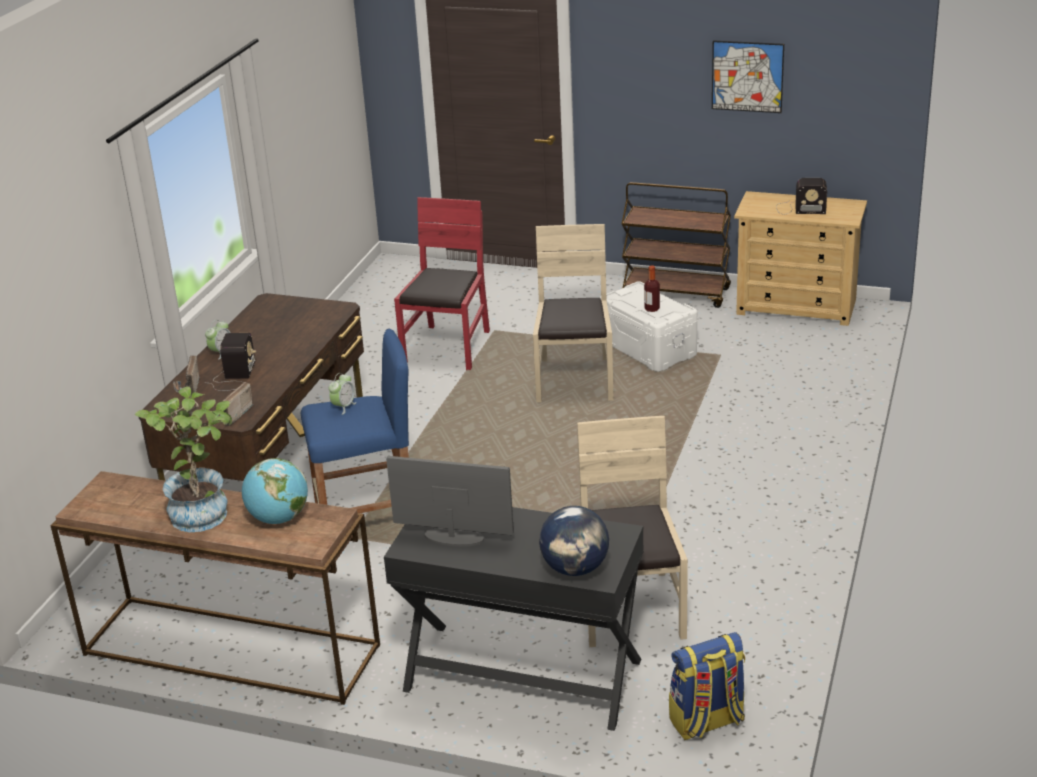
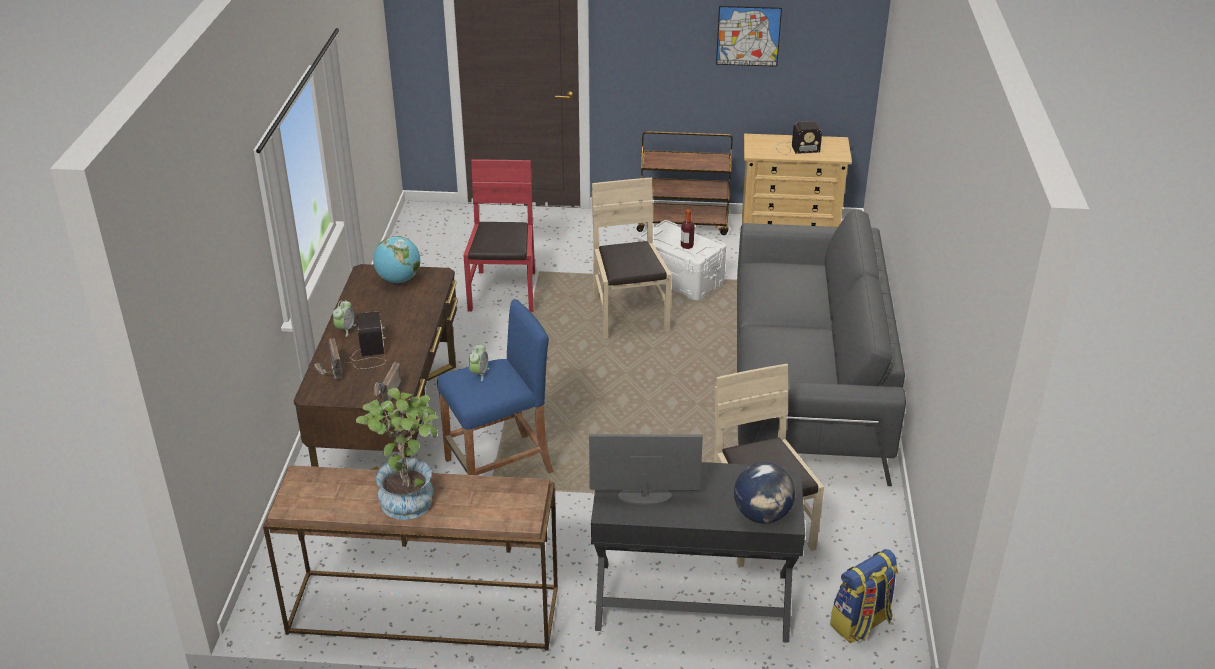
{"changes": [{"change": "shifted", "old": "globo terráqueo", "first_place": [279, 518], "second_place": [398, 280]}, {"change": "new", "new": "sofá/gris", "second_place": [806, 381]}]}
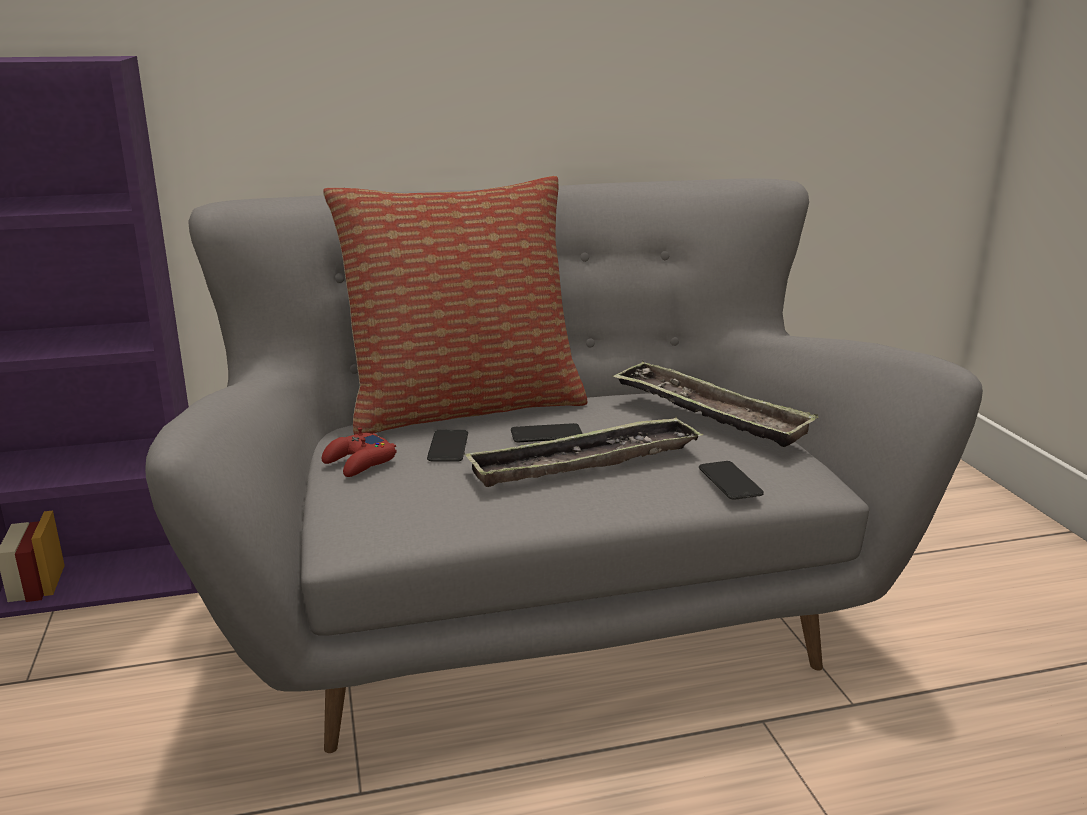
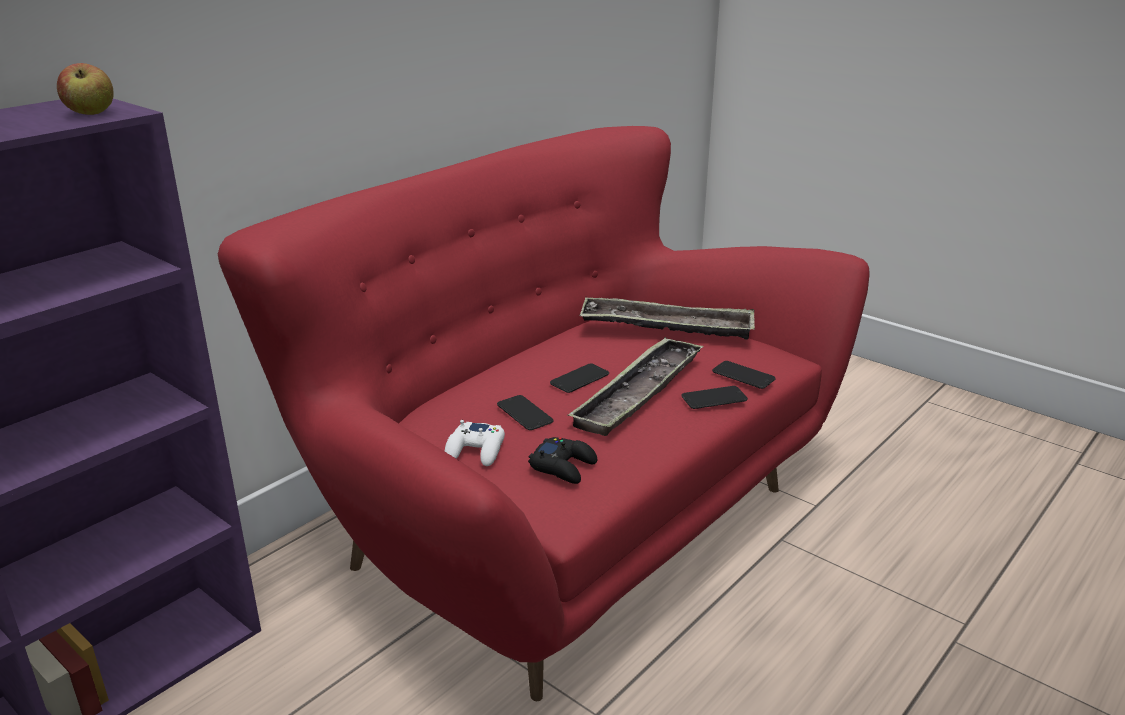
{"changes": [{"change": "new", "new": "manzana", "second_place": [90, 113]}, {"change": "repainted", "old": "sofá/gris", "new": "sofá/rojo", "first_place": [544, 607], "second_place": [564, 521]}, {"change": "repainted", "old": "mando de consola/rojo", "new": "mando de consola/blanco", "first_place": [359, 462], "second_place": [476, 450]}, {"change": "new", "new": "mando de consola/negro", "second_place": [563, 466]}, {"change": "new", "new": "móvil", "second_place": [714, 398]}, {"change": "gone", "old": "cojín", "first_place": [464, 406]}]}
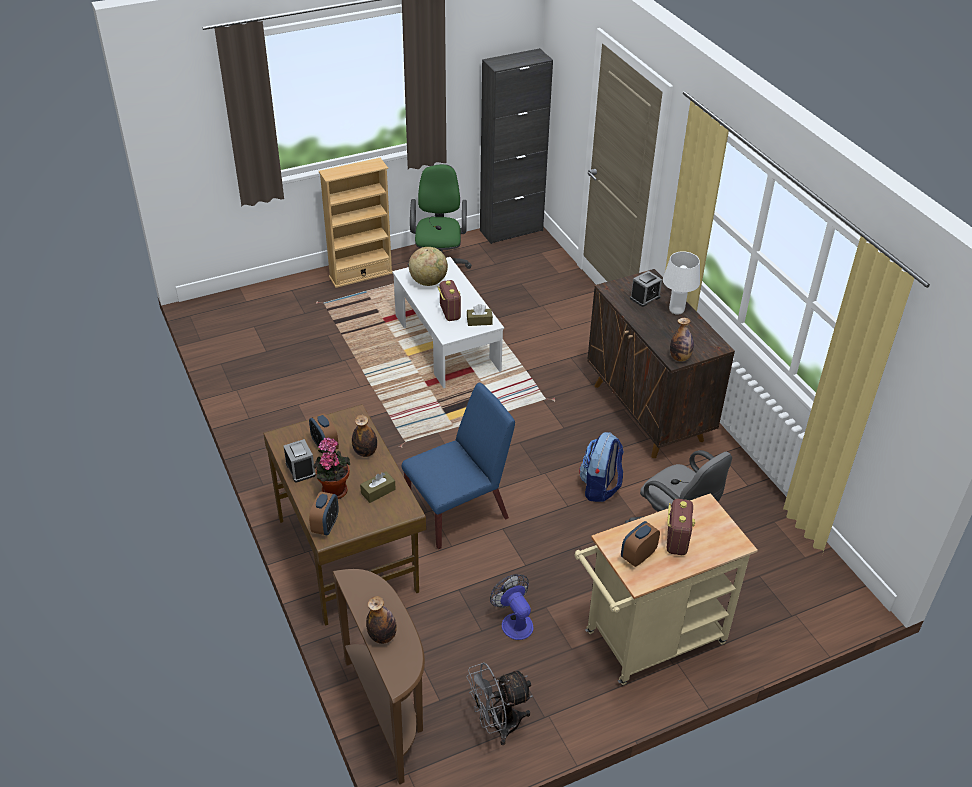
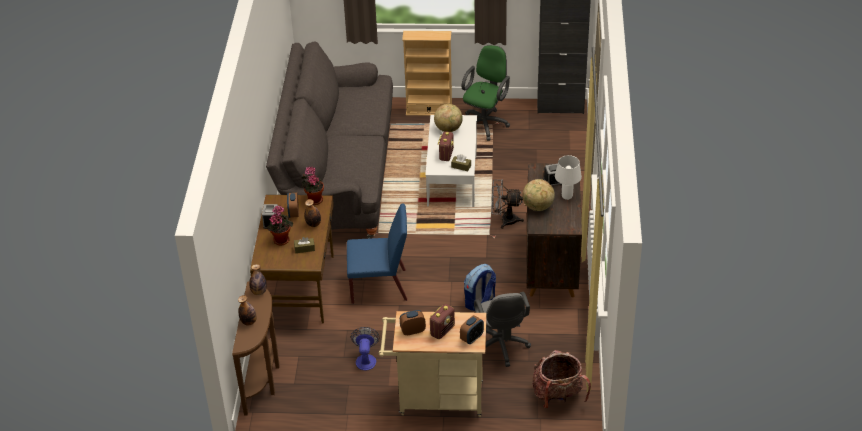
{"changes": [{"change": "shifted", "old": "botella", "first_place": [680, 358], "second_place": [259, 292]}, {"change": "new", "new": "sofá/gris", "second_place": [338, 175]}, {"change": "new", "new": "planta en maceta", "second_place": [314, 199]}, {"change": "shifted", "old": "despertador", "first_place": [325, 526], "second_place": [472, 338]}, {"change": "shifted", "old": "ventilador/gris", "first_place": [498, 725], "second_place": [504, 220]}, {"change": "new", "new": "globo terráqueo", "second_place": [538, 207]}, {"change": "new", "new": "mochila", "second_place": [558, 396]}]}
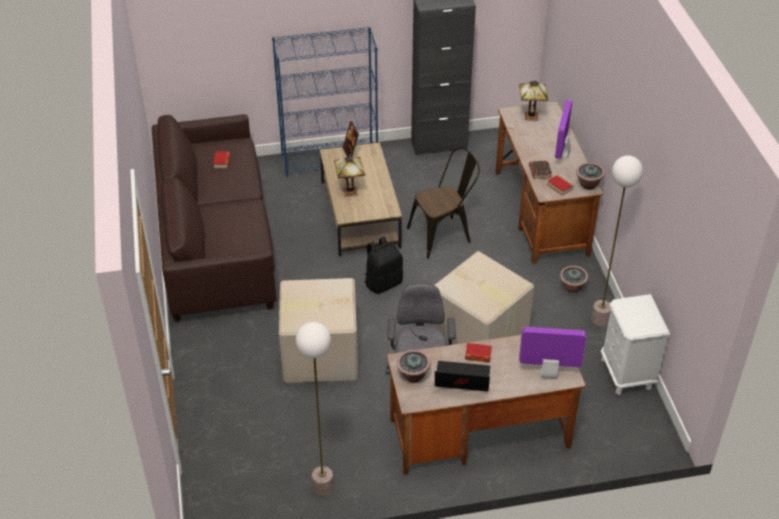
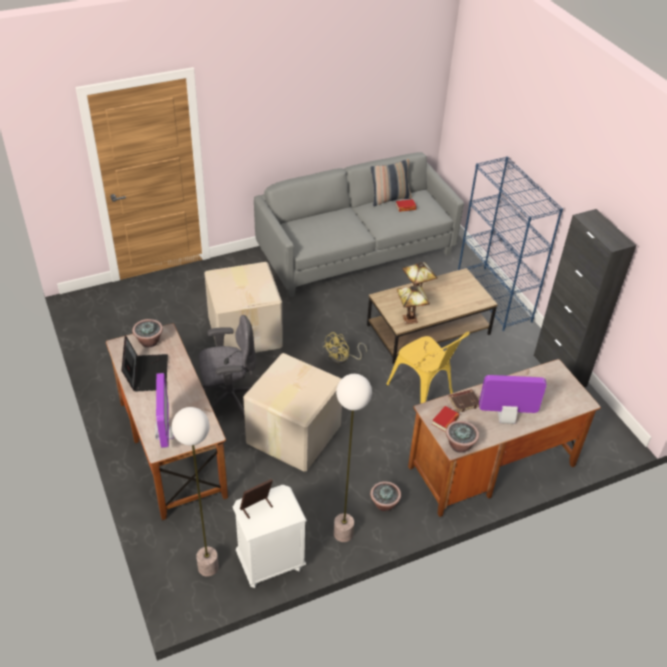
{"changes": [{"change": "shifted", "old": "lámpara de pie", "first_place": [323, 488], "second_place": [208, 567]}, {"change": "shifted", "old": "portarretratos", "first_place": [351, 153], "second_place": [256, 507]}, {"change": "repainted", "old": "sofá/marrón", "new": "sofá/gris", "first_place": [216, 242], "second_place": [356, 252]}, {"change": "swapped", "old": "mochila/negro", "new": "ventilador/amarillo", "first_place": [383, 283], "second_place": [342, 358]}, {"change": "new", "new": "cojín", "second_place": [389, 199]}, {"change": "repainted", "old": "silla/marrón", "new": "silla/amarillo", "first_place": [444, 234], "second_place": [424, 392]}, {"change": "shifted", "old": "lámpara de mesa", "first_place": [530, 117], "second_place": [409, 318]}, {"change": "gone", "old": "libro", "first_place": [478, 355]}]}
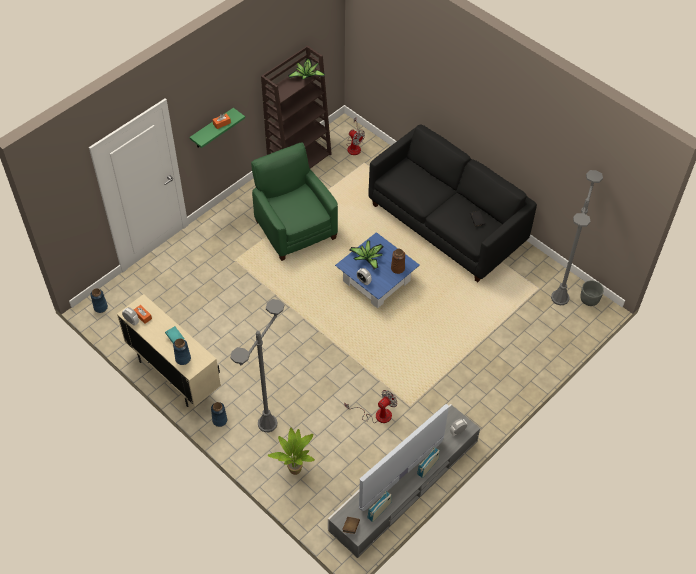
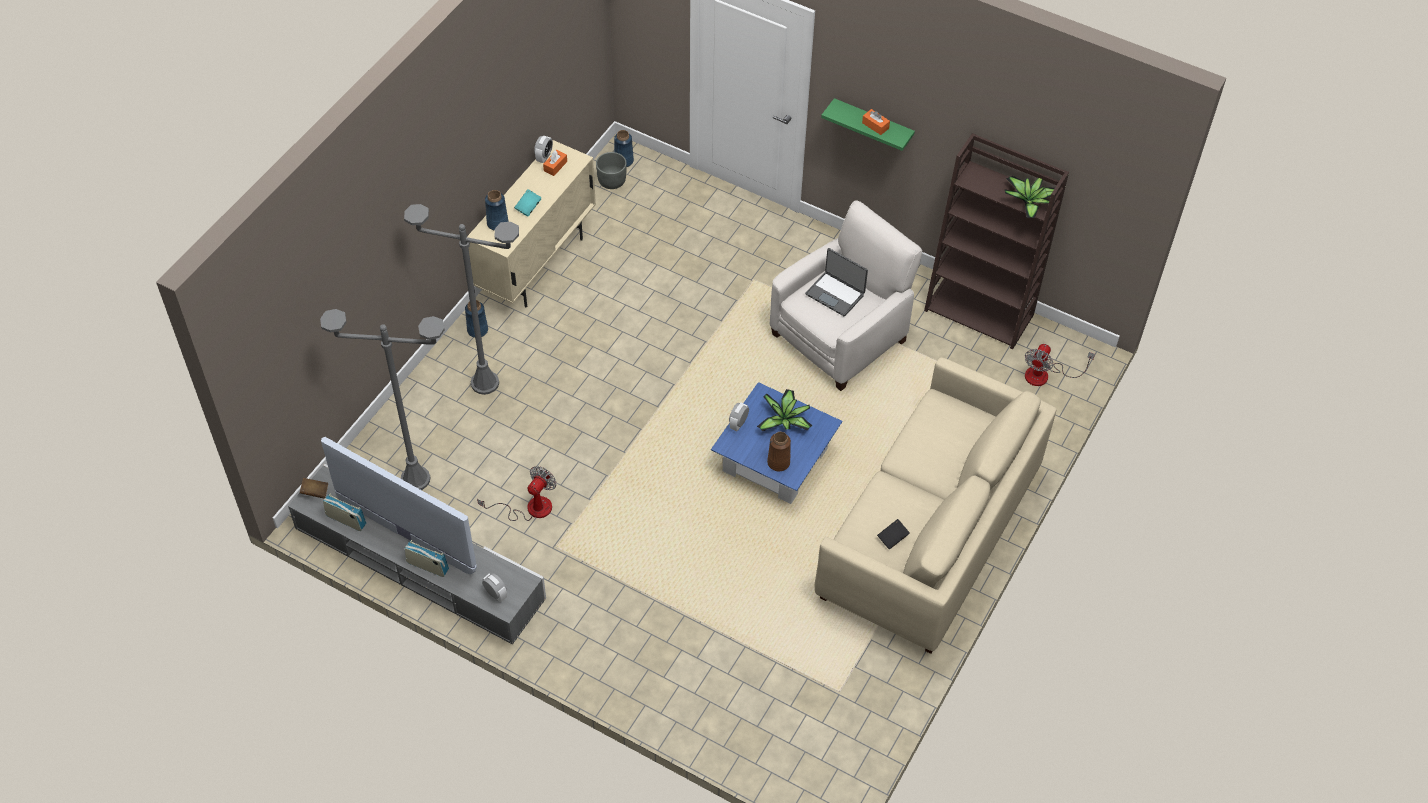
{"changes": [{"change": "shifted", "old": "lámpara de pie/gris", "first_place": [560, 297], "second_place": [415, 479]}, {"change": "rotated", "old": "ventilador", "first_place": [377, 415], "second_place": [530, 508], "degrees": -90}, {"change": "shifted", "old": "maceta/gris", "first_place": [589, 299], "second_place": [611, 181]}, {"change": "repainted", "old": "sillón/verde", "new": "sillón/blanco", "first_place": [295, 228], "second_place": [840, 336]}, {"change": "new", "new": "portátil", "second_place": [835, 294]}, {"change": "repainted", "old": "sofá/negro", "new": "sofá/beis", "first_place": [447, 224], "second_place": [929, 534]}, {"change": "gone", "old": "planta en maceta", "first_place": [295, 468]}]}
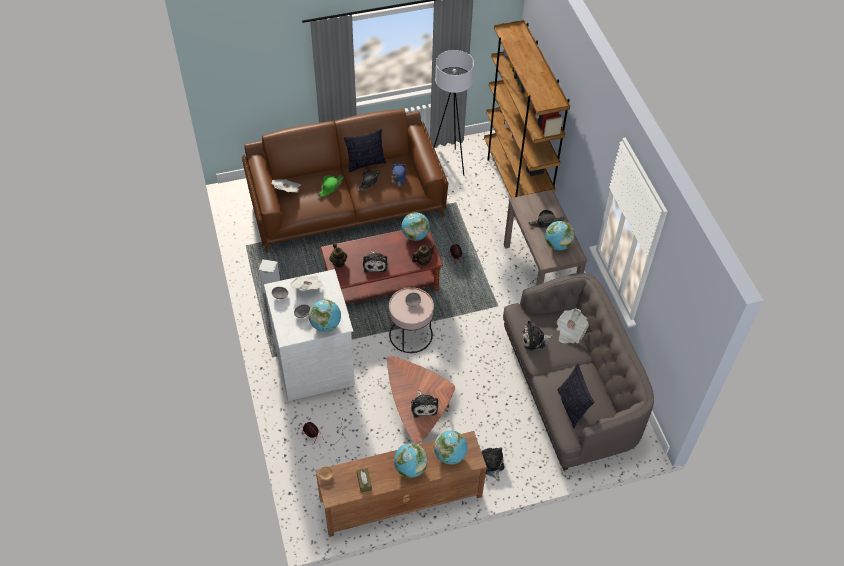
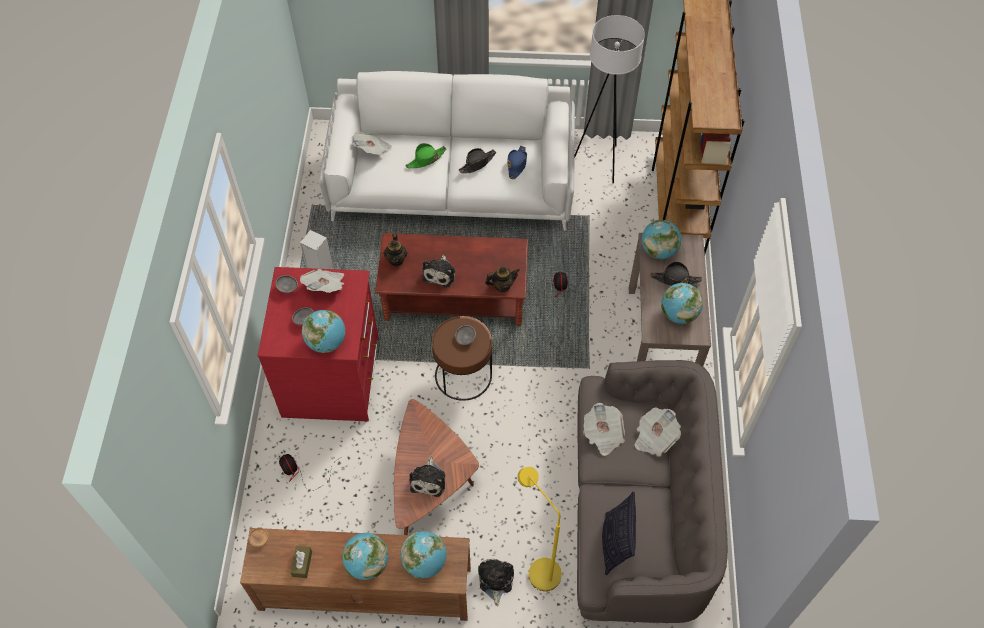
{"changes": [{"change": "repainted", "old": "cómoda/blanco", "new": "cómoda/rojo", "first_place": [315, 362], "second_place": [333, 377]}, {"change": "repainted", "old": "sofá/marrón", "new": "sofá/blanco", "first_place": [347, 204], "second_place": [453, 183]}, {"change": "repainted", "old": "mesa auxiliar/rosa", "new": "mesa auxiliar/marrón", "first_place": [410, 335], "second_place": [463, 375]}, {"change": "new", "new": "lámpara de pie/amarillo", "second_place": [539, 567]}, {"change": "swapped", "old": "peluche", "new": "periódico", "first_place": [534, 340], "second_place": [603, 434]}, {"change": "shifted", "old": "globo terráqueo", "first_place": [415, 235], "second_place": [658, 251]}, {"change": "gone", "old": "cojín", "first_place": [366, 164]}]}
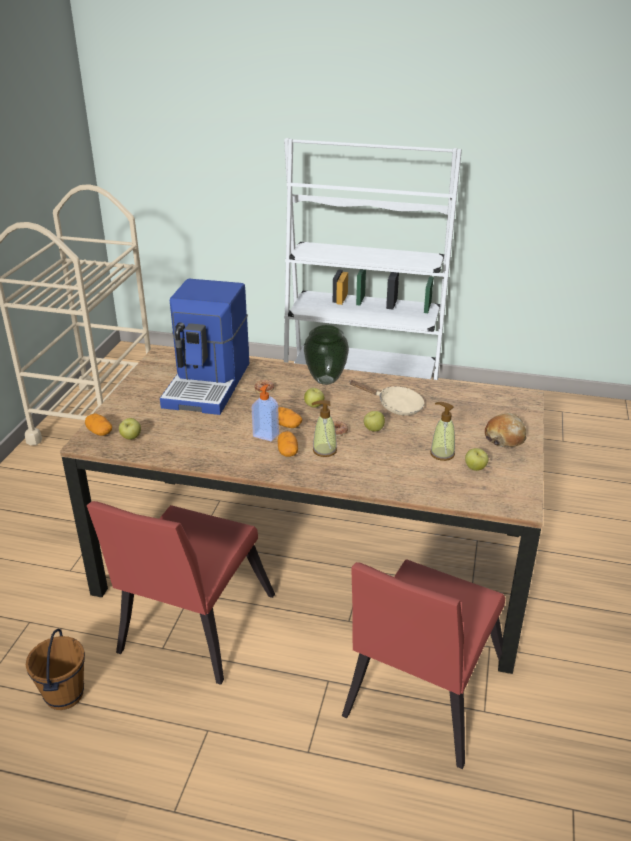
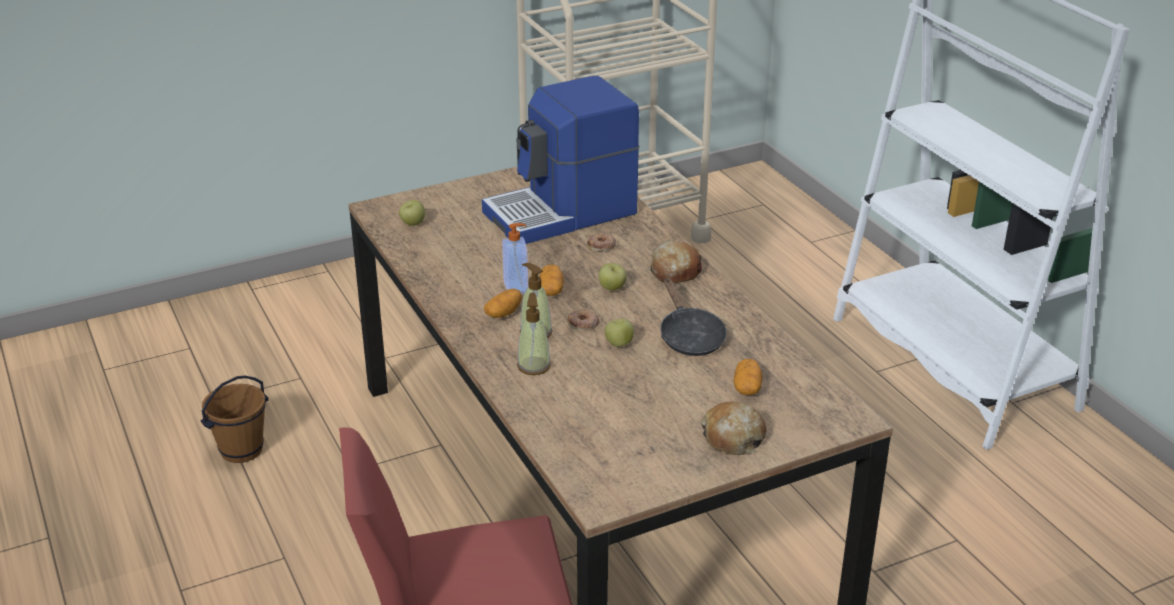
{"changes": [{"change": "shifted", "old": "dispensador de jabón", "first_place": [442, 454], "second_place": [534, 366]}, {"change": "swapped", "old": "florero", "new": "pan", "first_place": [325, 380], "second_place": [674, 271]}, {"change": "repainted", "old": "sartén/beis", "new": "sartén/negro", "first_place": [395, 406], "second_place": [689, 336]}, {"change": "shifted", "old": "patata", "first_place": [99, 432], "second_place": [747, 387]}, {"change": "gone", "old": "silla/rojo", "first_place": [191, 629]}, {"change": "gone", "old": "manzana", "first_place": [475, 468]}]}
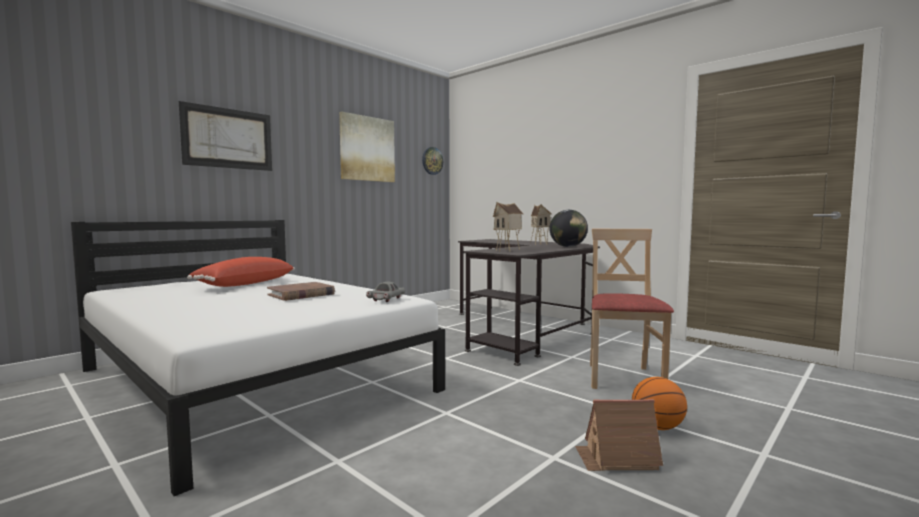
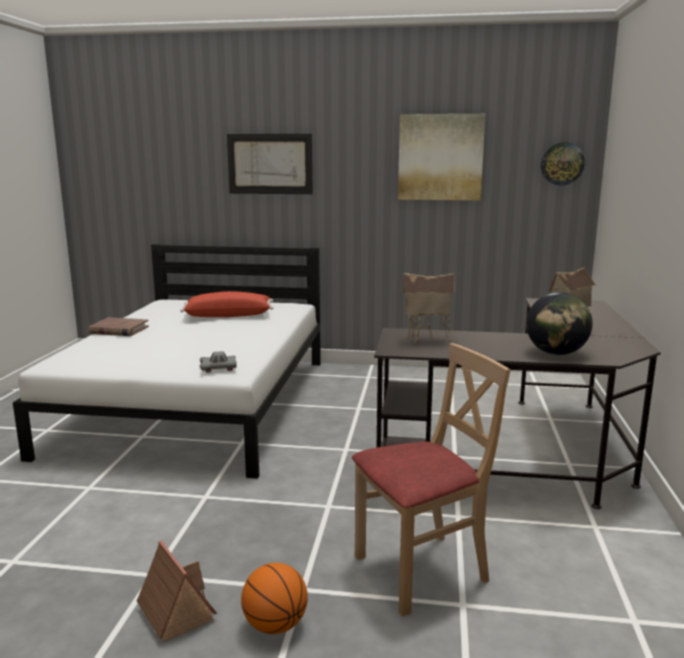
{"changes": [{"change": "shifted", "old": "libro/marrón", "first_place": [301, 294], "second_place": [119, 330]}]}
